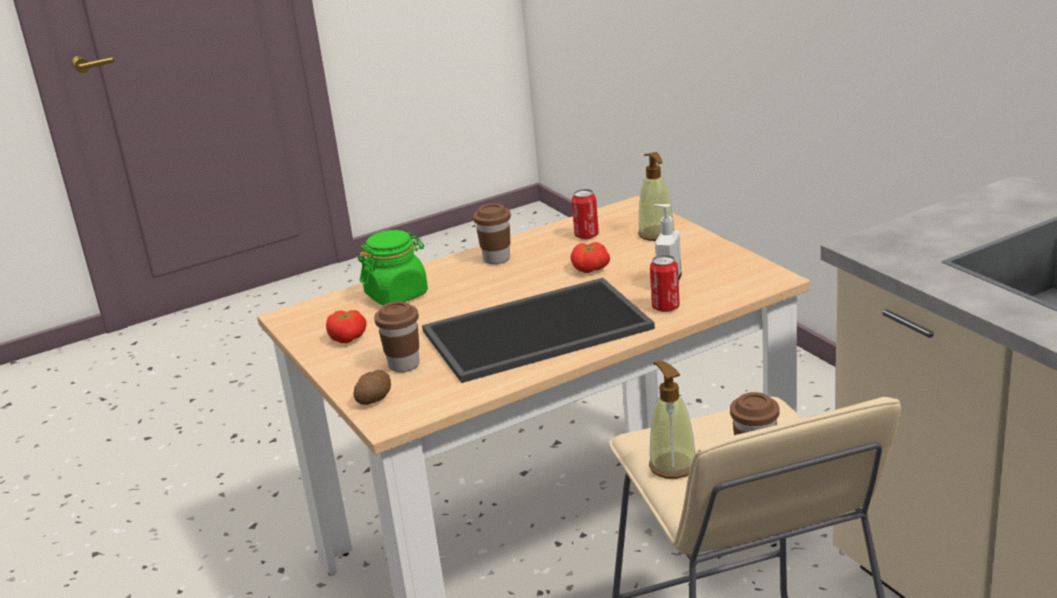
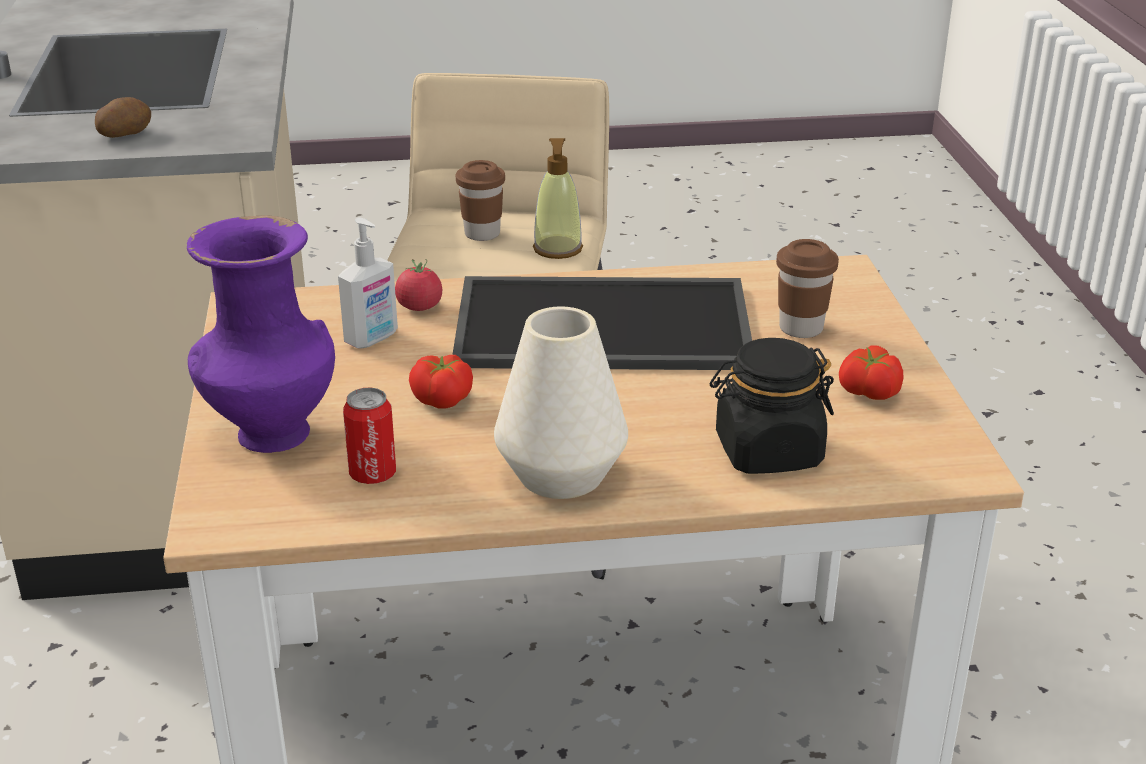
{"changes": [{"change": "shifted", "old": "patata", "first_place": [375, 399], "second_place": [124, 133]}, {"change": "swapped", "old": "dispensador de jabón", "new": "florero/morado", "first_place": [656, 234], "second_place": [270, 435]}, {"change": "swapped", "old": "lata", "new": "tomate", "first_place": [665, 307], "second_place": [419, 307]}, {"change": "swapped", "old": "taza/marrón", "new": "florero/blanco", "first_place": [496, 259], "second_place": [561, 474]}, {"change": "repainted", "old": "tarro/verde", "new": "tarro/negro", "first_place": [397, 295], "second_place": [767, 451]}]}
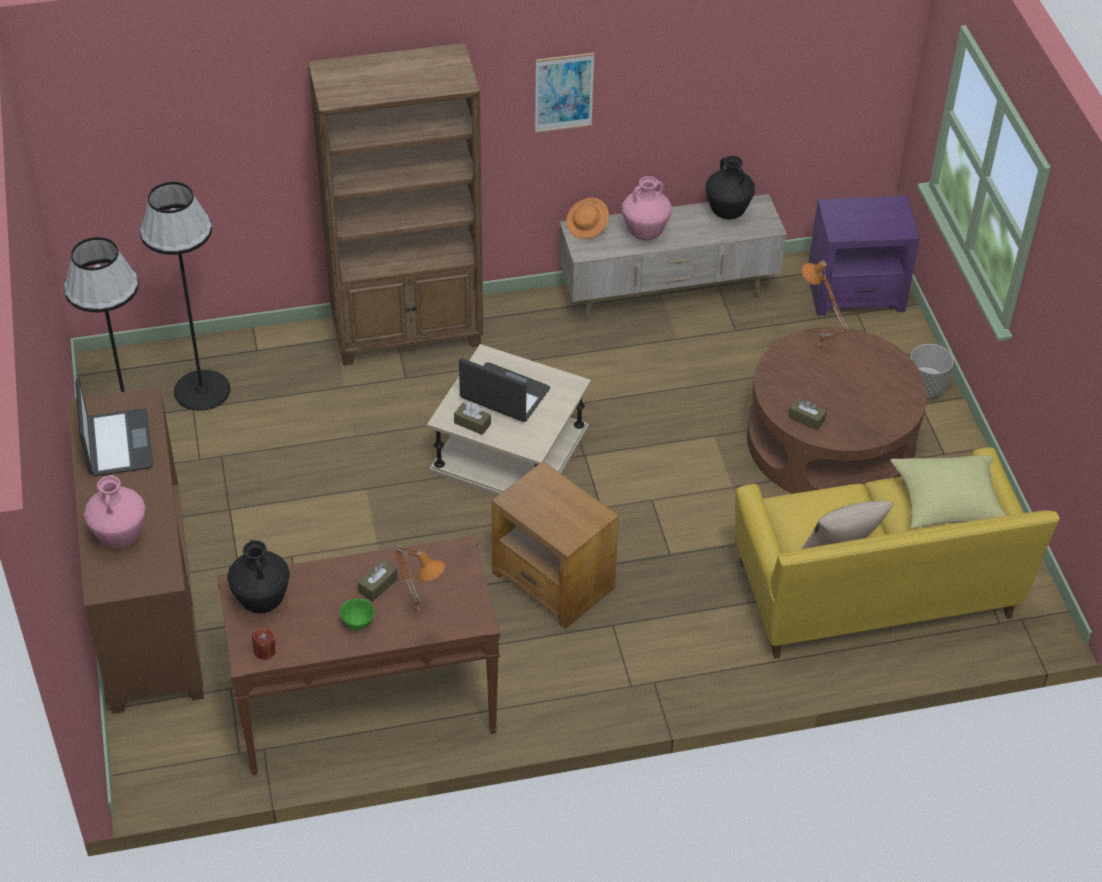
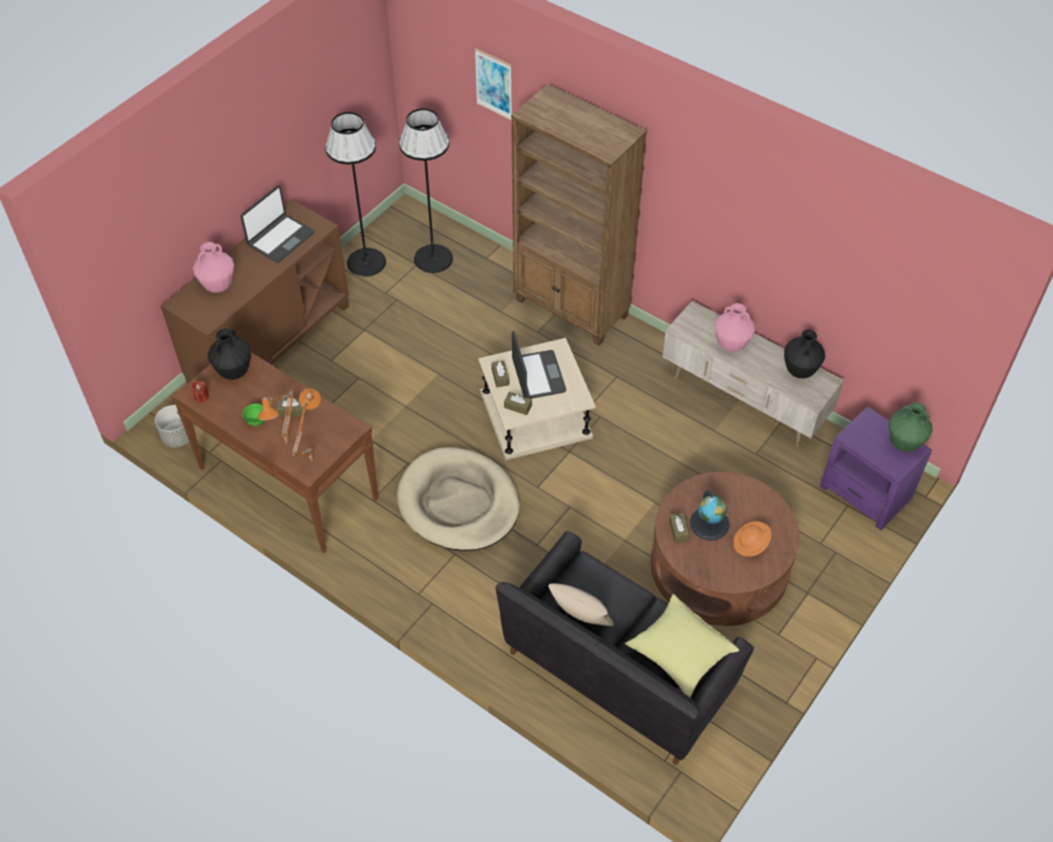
{"changes": [{"change": "shifted", "old": "maceta/gris", "first_place": [925, 386], "second_place": [178, 437]}, {"change": "shifted", "old": "lámpara de mesa/naranja", "first_place": [817, 351], "second_place": [310, 460]}, {"change": "swapped", "old": "mesa auxiliar/marrón", "new": "cama para perro/beis", "first_place": [553, 581], "second_place": [458, 503]}, {"change": "shifted", "old": "cuadro", "first_place": [564, 92], "second_place": [494, 84]}, {"change": "repainted", "old": "sofá/amarillo", "new": "sofá/negro", "first_place": [874, 590], "second_place": [618, 670]}, {"change": "new", "new": "caja de pañuelos/marrón", "second_place": [518, 406]}, {"change": "new", "new": "globo terráqueo", "second_place": [709, 523]}, {"change": "shifted", "old": "sombrero/naranja", "first_place": [587, 227], "second_place": [751, 544]}, {"change": "new", "new": "florero/verde", "second_place": [904, 443]}]}
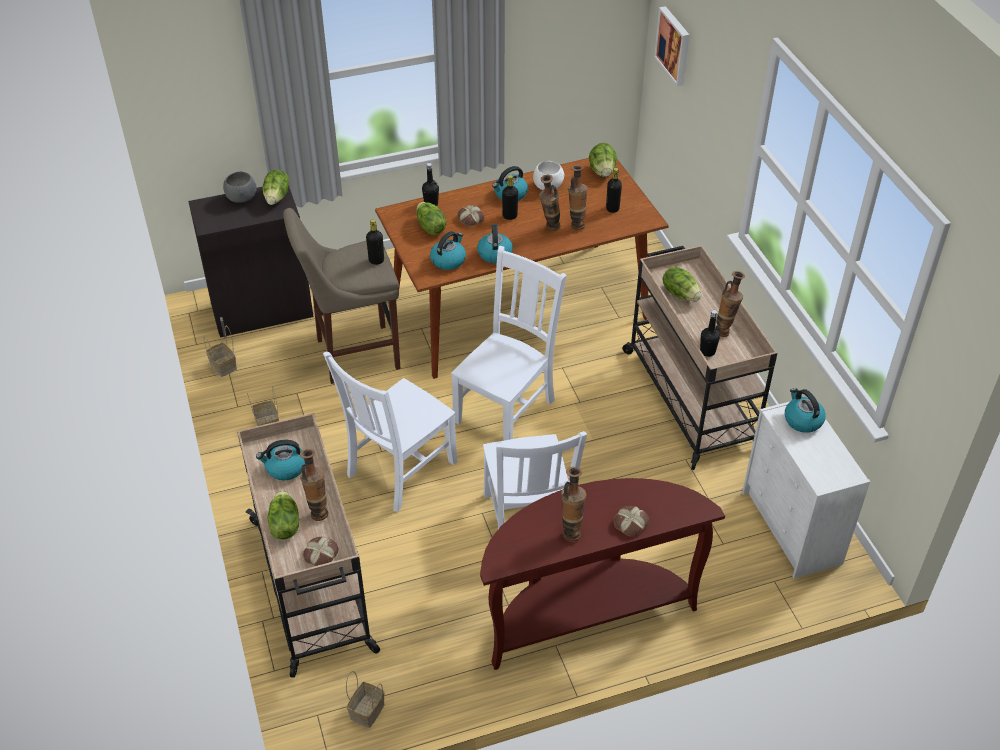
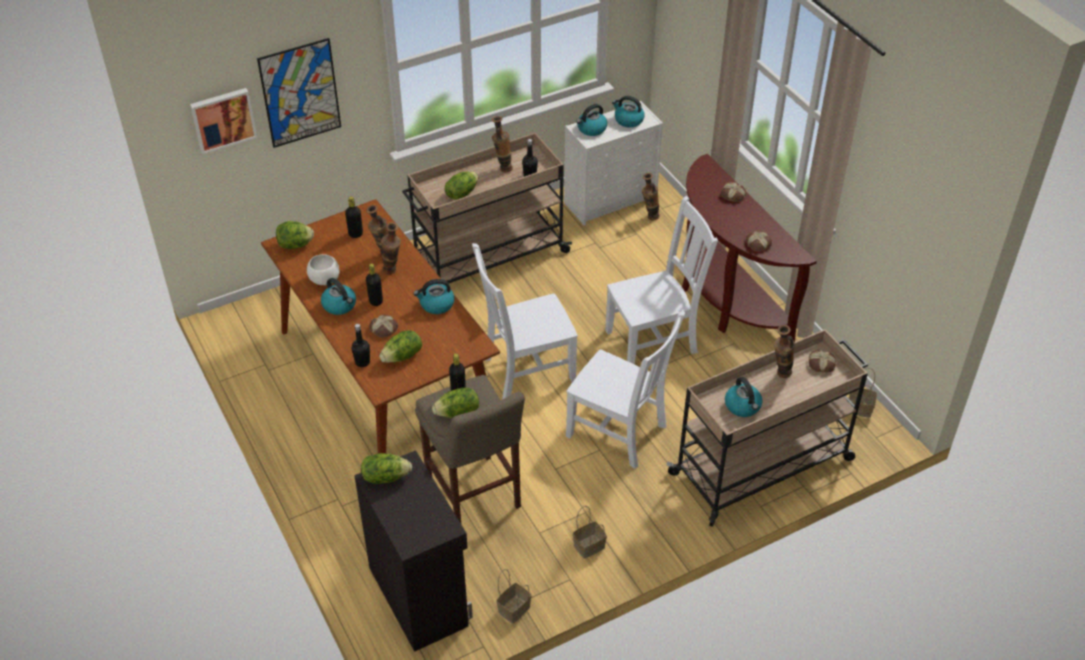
{"changes": [{"change": "new", "new": "cuadro", "second_place": [300, 93]}, {"change": "shifted", "old": "lechuga", "first_place": [284, 525], "second_place": [458, 413]}, {"change": "rotated", "old": "silla/blanco", "first_place": [506, 409], "second_place": [526, 370], "degrees": -45}, {"change": "shifted", "old": "hervidor", "first_place": [448, 260], "second_place": [628, 120]}, {"change": "shifted", "old": "florero", "first_place": [571, 531], "second_place": [649, 217]}, {"change": "new", "new": "pan", "second_place": [758, 243]}, {"change": "gone", "old": "cuenco/gris", "first_place": [241, 198]}]}
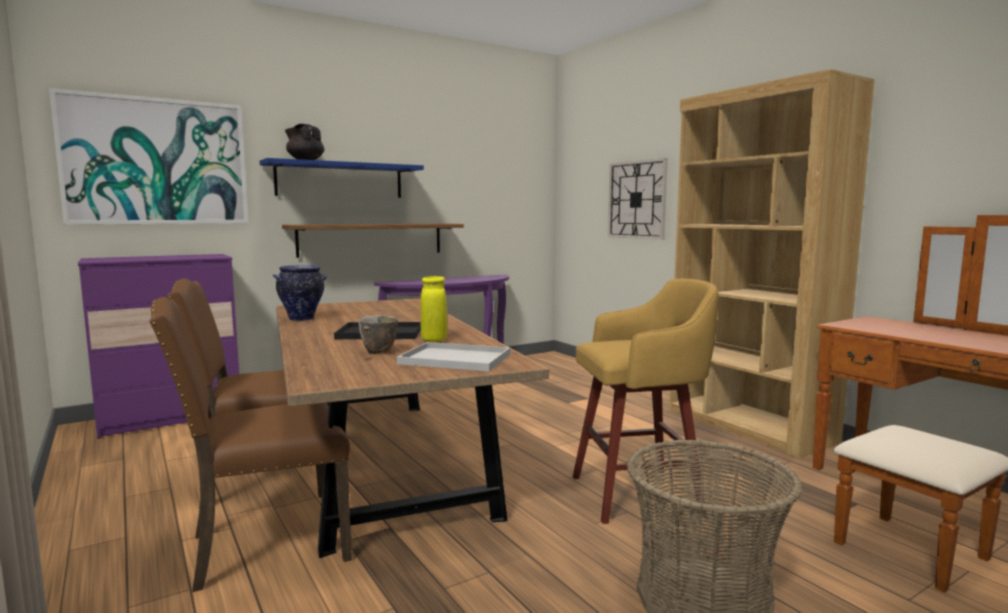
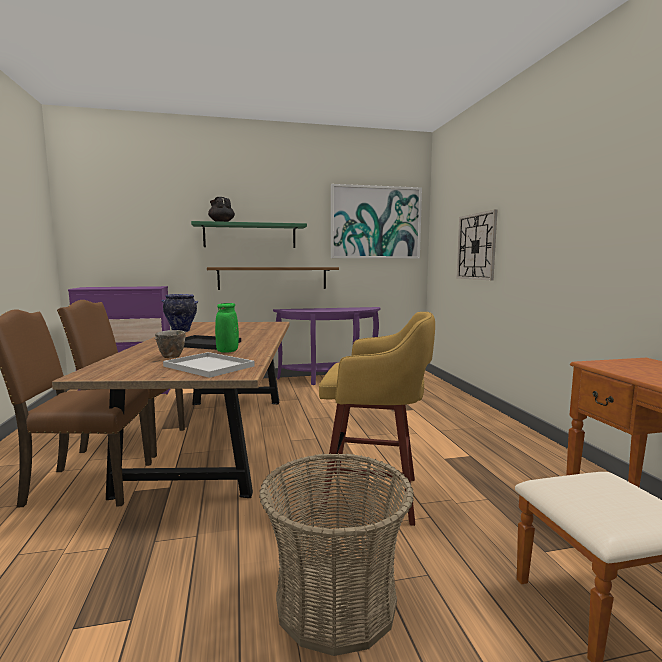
{"changes": [{"change": "repainted", "old": "estante/azul", "new": "estante/verde", "first_place": [340, 180], "second_place": [250, 236]}, {"change": "repainted", "old": "florero/amarillo", "new": "florero/verde", "first_place": [434, 340], "second_place": [227, 351]}, {"change": "shifted", "old": "cuadro", "first_place": [157, 162], "second_place": [375, 222]}, {"change": "gone", "old": "estantería/marrón", "first_place": [748, 426]}]}
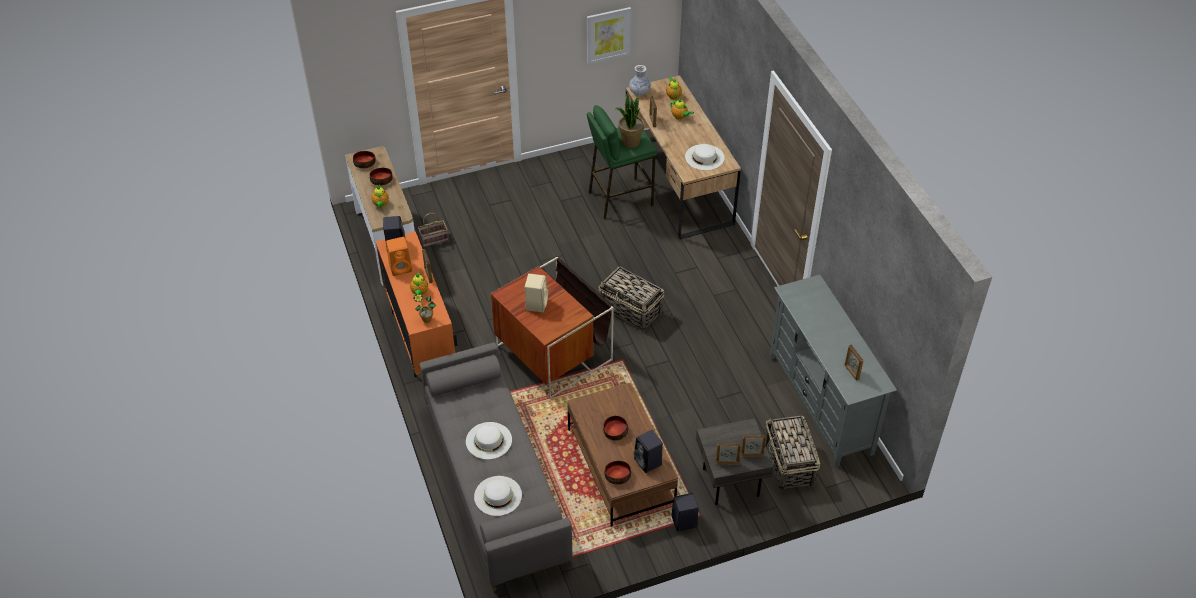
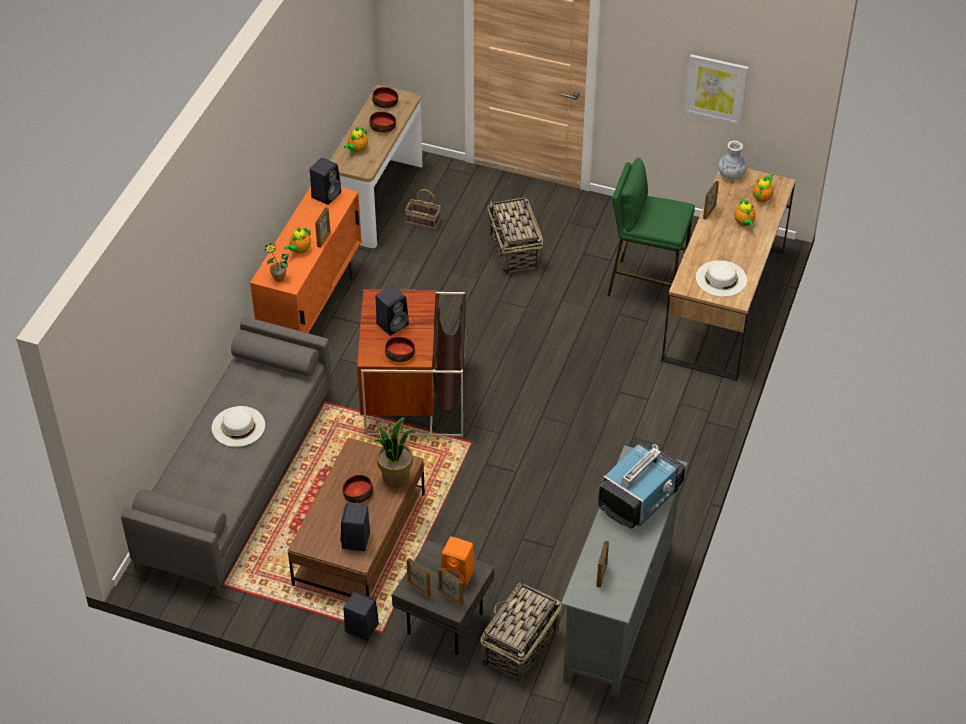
{"changes": [{"change": "shifted", "old": "planta en maceta", "first_place": [630, 142], "second_place": [395, 477]}, {"change": "repainted", "old": "altavoz/beis", "new": "altavoz/negro", "first_place": [536, 303], "second_place": [393, 324]}, {"change": "shifted", "old": "cuenco", "first_place": [618, 475], "second_place": [400, 354]}, {"change": "shifted", "old": "altavoz/naranja", "first_place": [401, 267], "second_place": [458, 575]}, {"change": "shifted", "old": "cesta", "first_place": [631, 311], "second_place": [515, 251]}, {"change": "new", "new": "televisor", "second_place": [641, 497]}, {"change": "gone", "old": "sombrero/blanco", "first_place": [498, 495]}]}
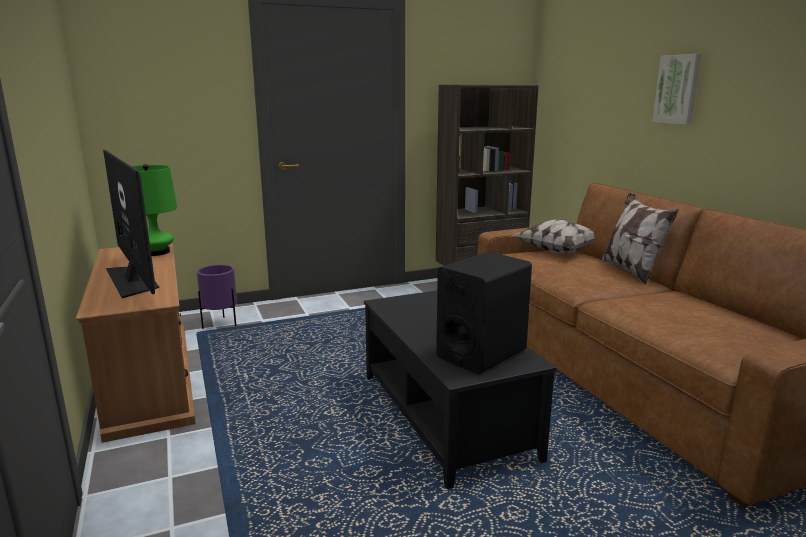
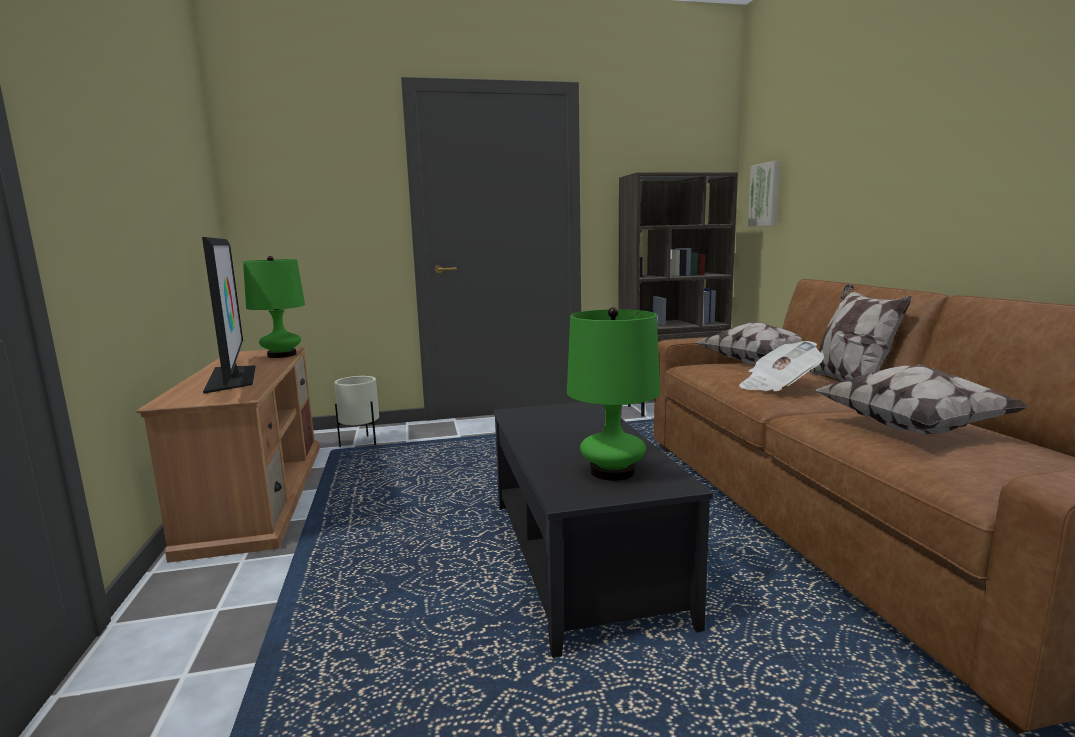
{"changes": [{"change": "repainted", "old": "maceta/morado", "new": "maceta/beis", "first_place": [221, 324], "second_place": [361, 443]}, {"change": "swapped", "old": "altavoz/negro", "new": "lámpara de mesa/verde", "first_place": [481, 353], "second_place": [613, 471]}, {"change": "new", "new": "periódico", "second_place": [778, 386]}, {"change": "shifted", "old": "cuadro", "first_place": [678, 89], "second_place": [765, 194]}, {"change": "new", "new": "cojín", "second_place": [910, 428]}]}
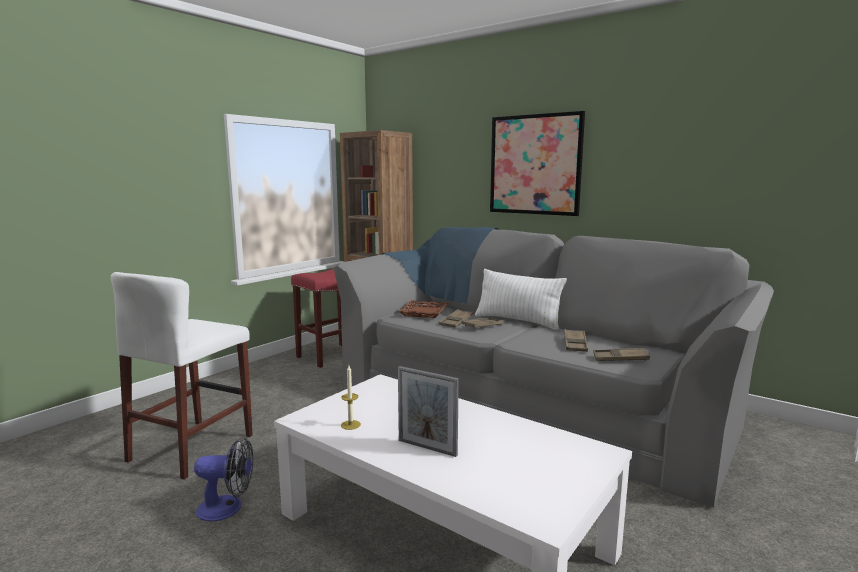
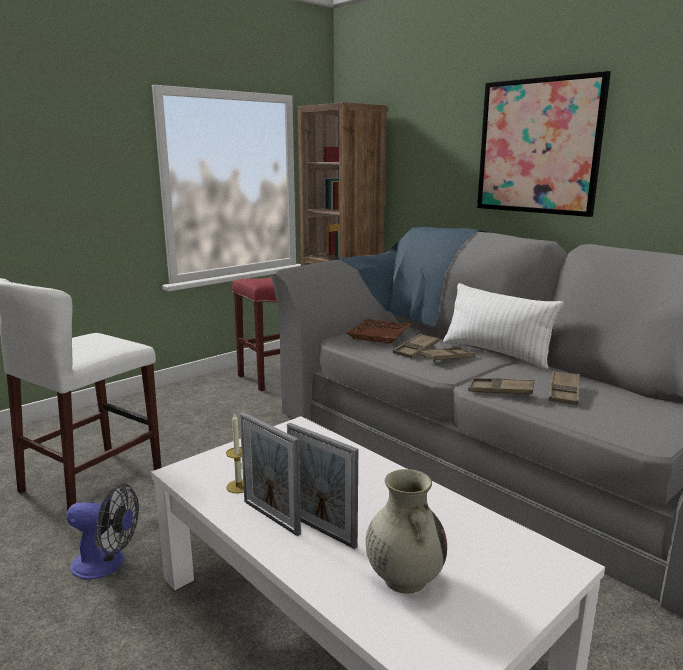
{"changes": [{"change": "new", "new": "portarretratos", "second_place": [271, 517]}, {"change": "new", "new": "florero/beis", "second_place": [404, 577]}, {"change": "shifted", "old": "bandeja/marrón", "first_place": [620, 359], "second_place": [500, 391]}]}
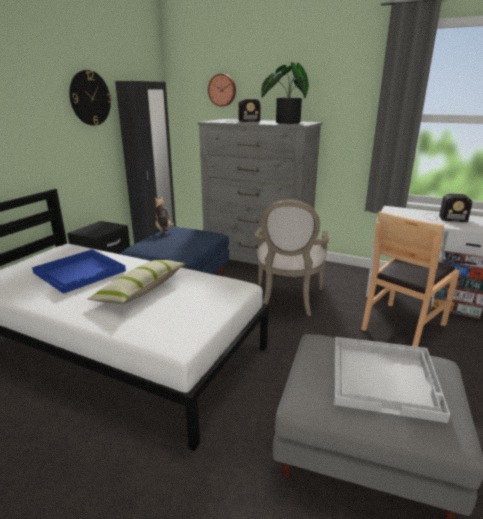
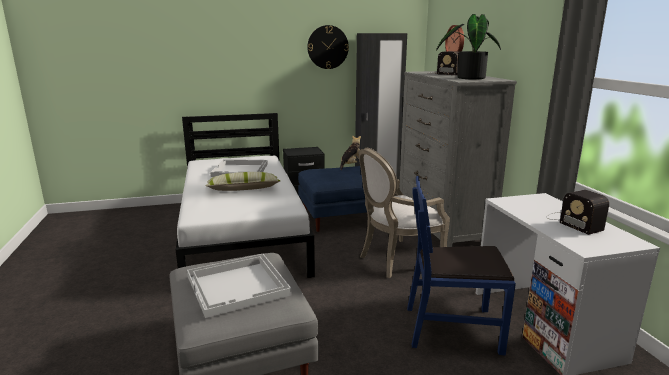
{"changes": [{"change": "repainted", "old": "bandeja/azul", "new": "bandeja/blanco", "first_place": [80, 272], "second_place": [240, 170]}, {"change": "repainted", "old": "silla/marrón", "new": "silla/azul", "first_place": [402, 326], "second_place": [452, 328]}]}
